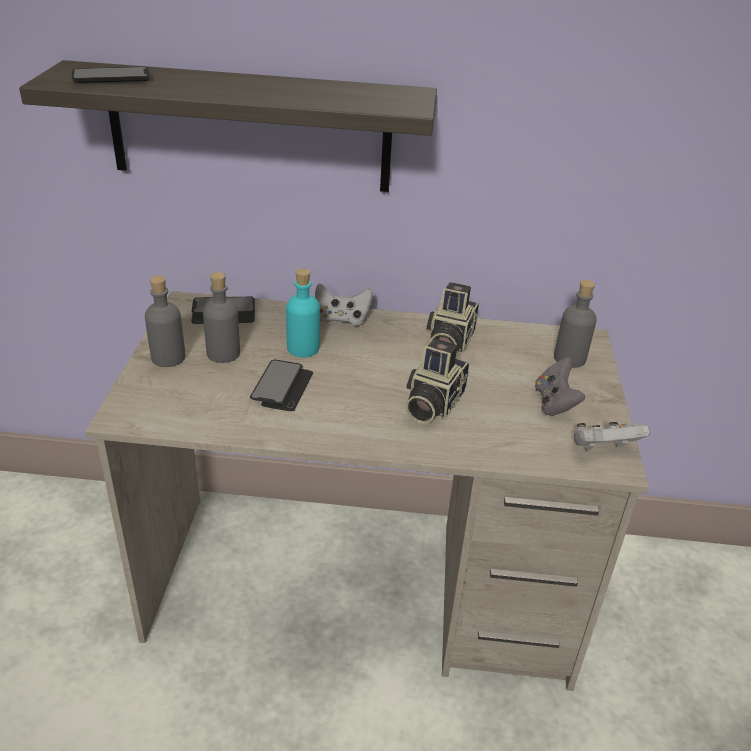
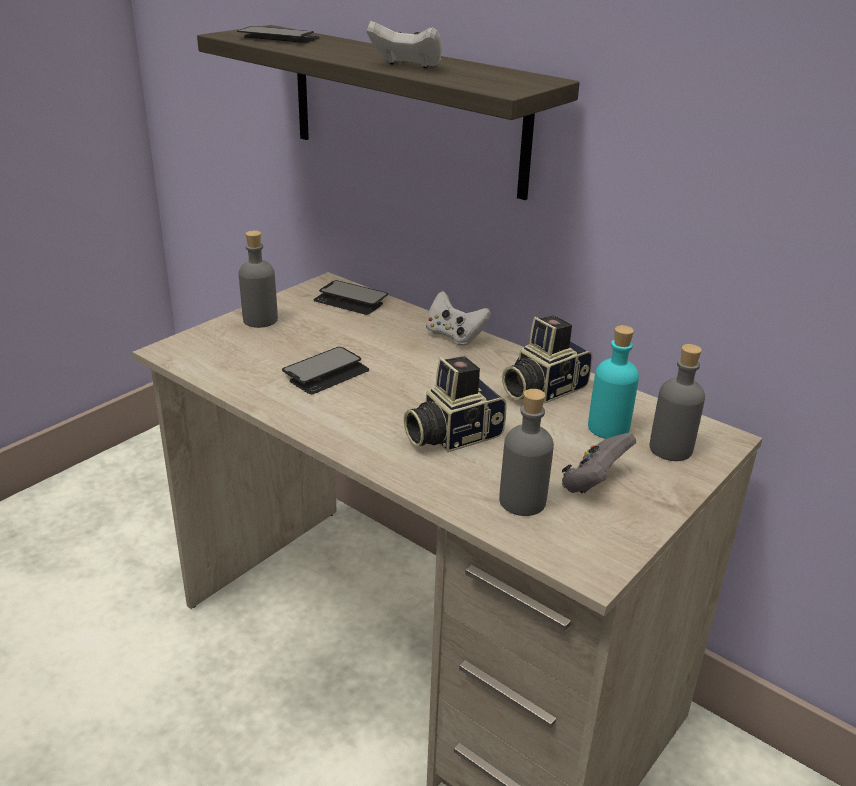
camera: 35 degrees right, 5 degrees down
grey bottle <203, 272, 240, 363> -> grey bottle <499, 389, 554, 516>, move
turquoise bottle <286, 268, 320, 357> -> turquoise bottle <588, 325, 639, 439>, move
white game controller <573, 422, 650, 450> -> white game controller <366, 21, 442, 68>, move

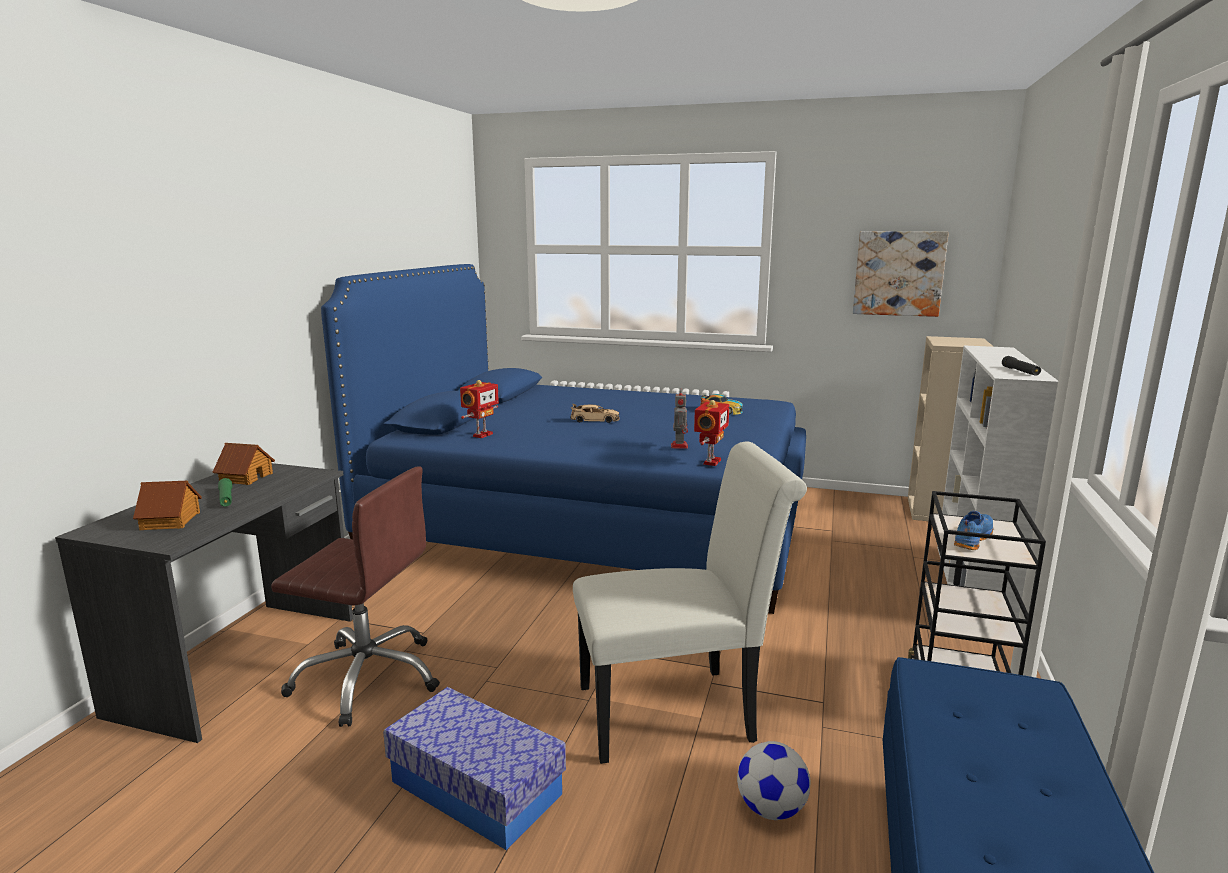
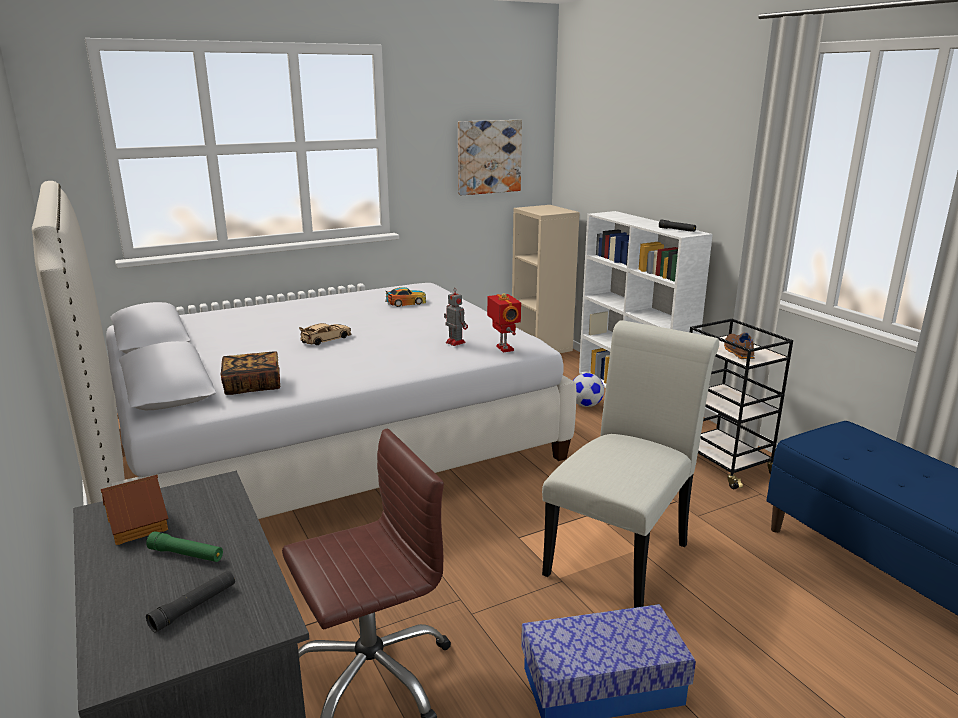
camera: 45 degrees left, 5 degrees up
toy house <133, 481, 202, 530> -> black flashlight <146, 571, 235, 633>
blue bed <321, 264, 806, 614> -> white bed <32, 181, 576, 519>
toy robot <460, 380, 499, 438> -> book <221, 351, 280, 395>
football <737, 741, 810, 820> -> football <573, 373, 604, 407>, move
blue shoe <954, 511, 993, 550> -> brown shoe <724, 332, 755, 359>

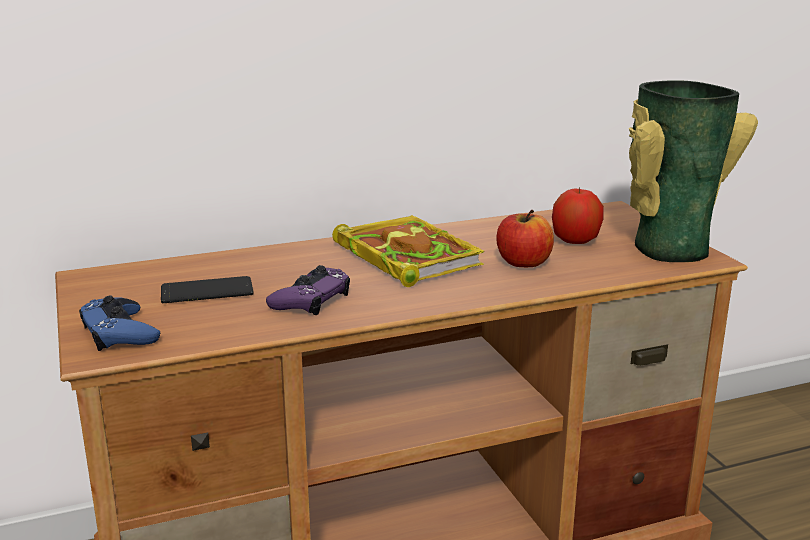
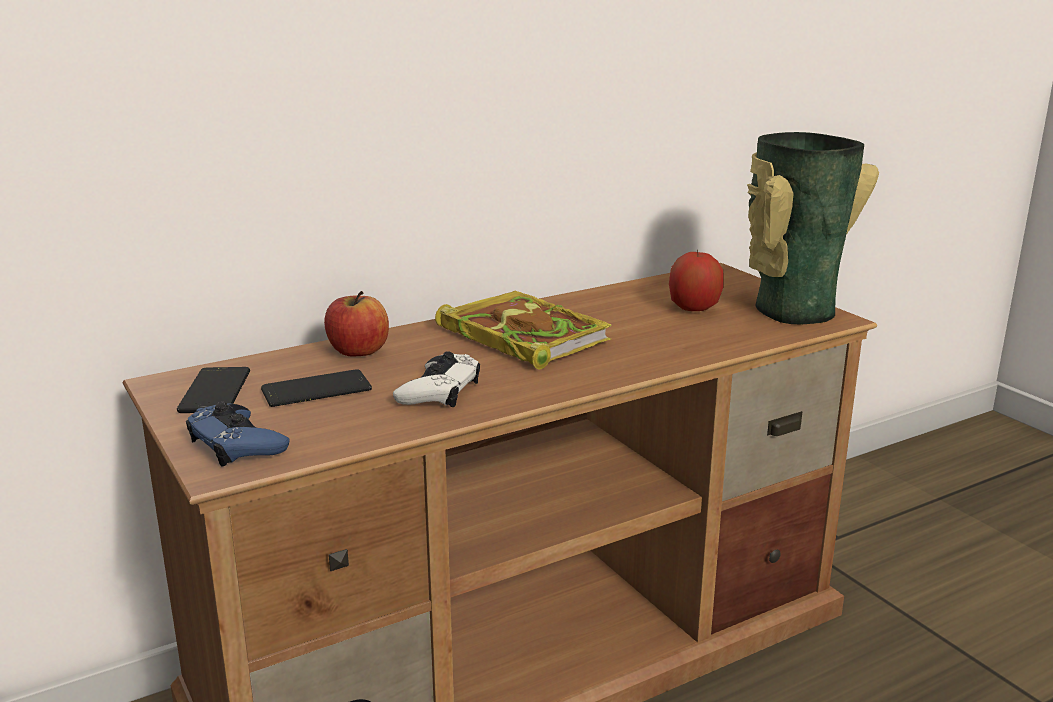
camera: 10 degrees left, 0 degrees up
purple game controller <266, 265, 350, 315> -> white game controller <393, 351, 480, 407>
apple <496, 210, 554, 267> -> apple <324, 291, 389, 357>, move
none -> phone <177, 367, 250, 413>

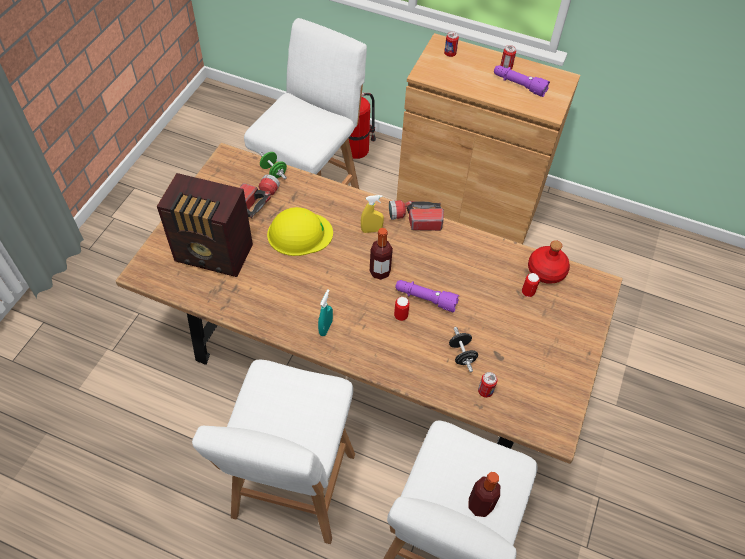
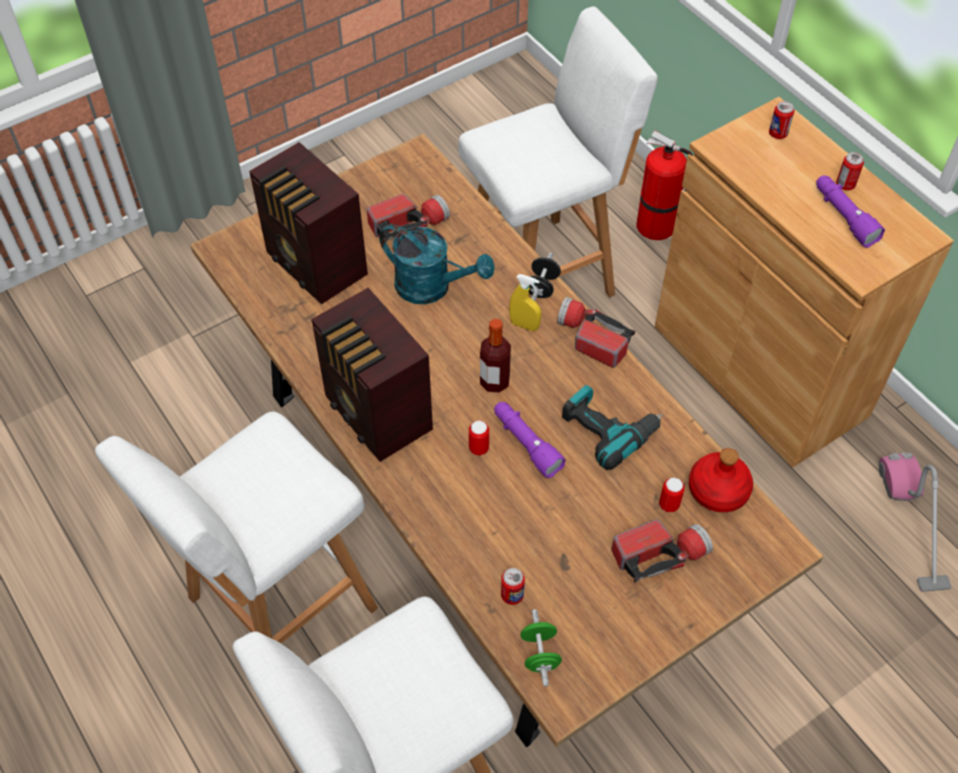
camera: 35 degrees right, 0 degrees up
green dumbbell <259, 152, 287, 179> -> green dumbbell <520, 609, 562, 687>, move
yellow hard hat <267, 207, 333, 256> -> turquoise watering can <379, 224, 495, 304>
turquoise spray bottle <318, 289, 333, 336> -> radio <311, 288, 433, 462>
black dumbbell <449, 327, 478, 372> -> black dumbbell <529, 253, 561, 301>, move
bottle <468, 472, 500, 517> -> none
none -> power drill <562, 385, 663, 470>
none -> flashlight <611, 519, 713, 583>
none -> vacuum cleaner <879, 453, 952, 592>

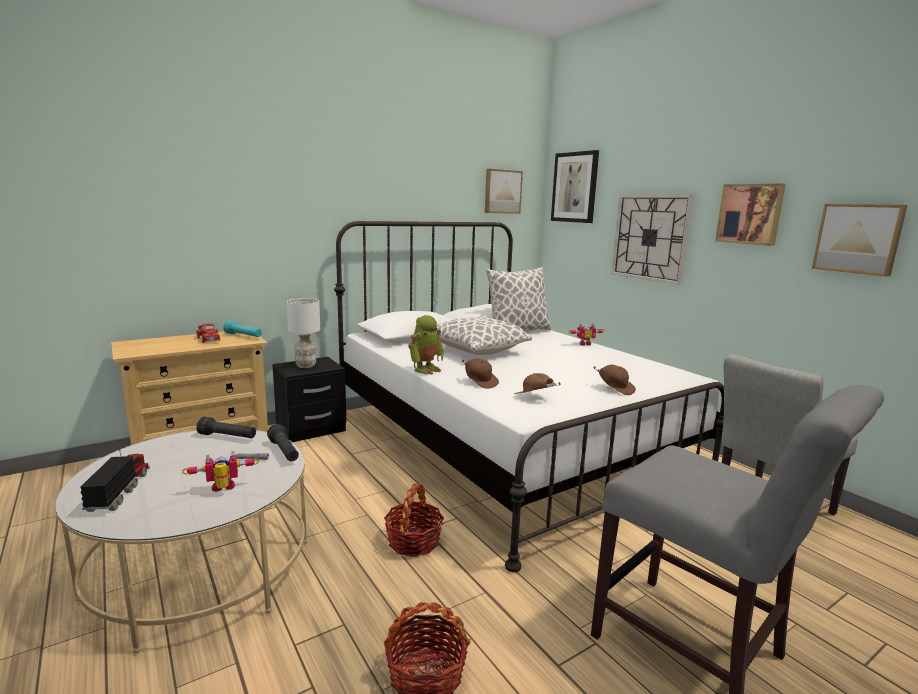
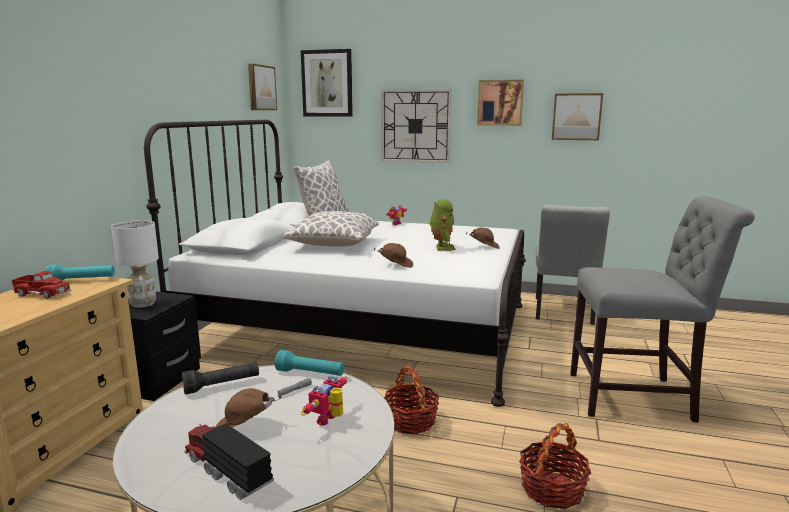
camera: 40 degrees left, 0 degrees up
black flashlight <267, 424, 299, 461> -> turquoise flashlight <275, 350, 344, 376>
toy robot <408, 315, 444, 375> -> toy robot <429, 199, 456, 251>, move
brown cap <514, 373, 561, 394> -> brown cap <215, 388, 282, 428>, move

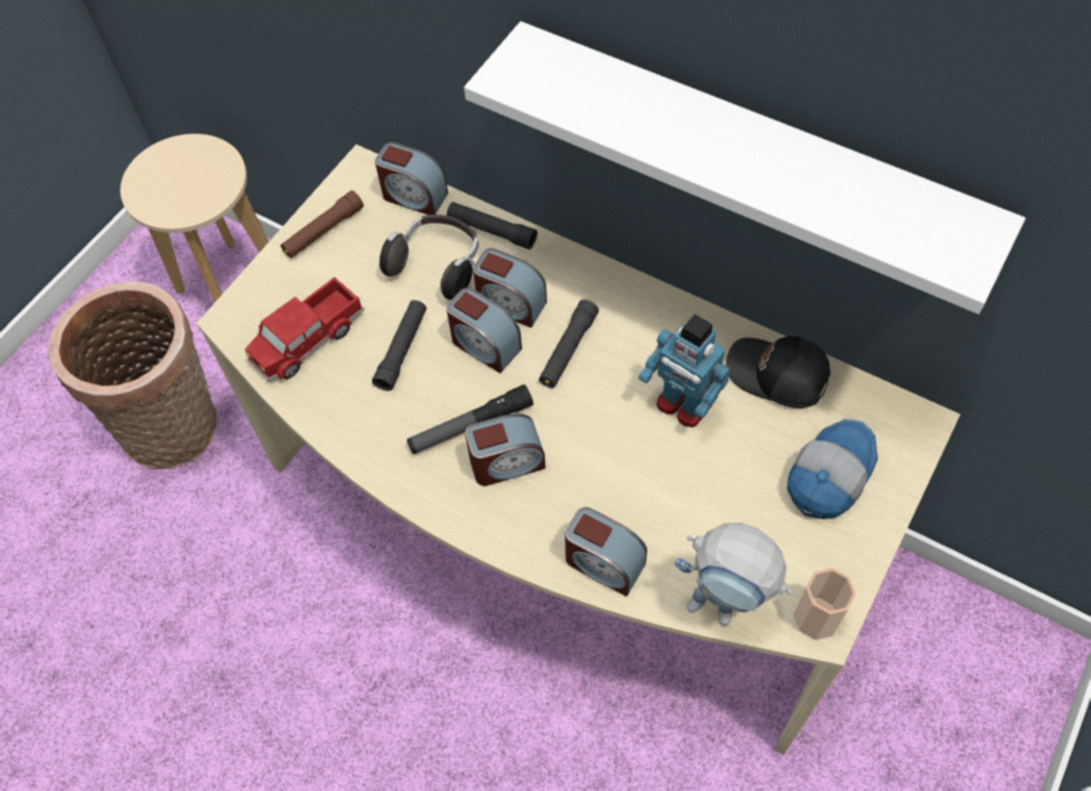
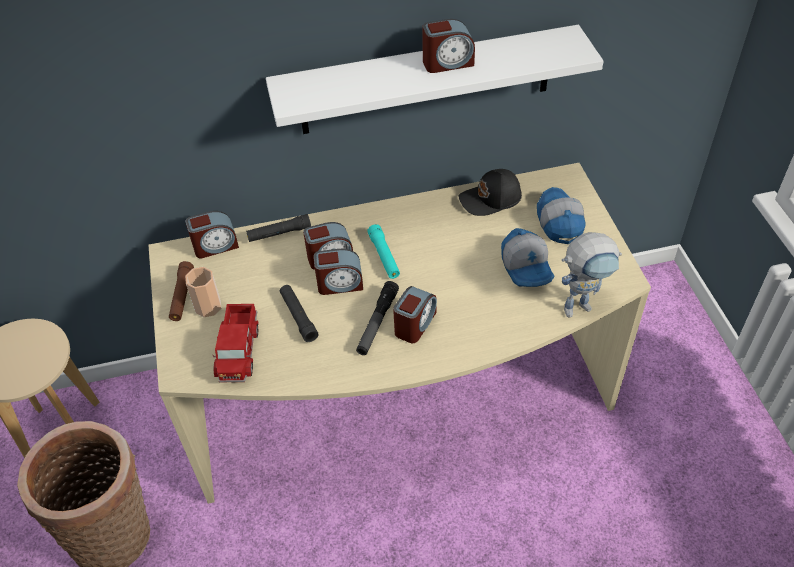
camera: 45 degrees left, 10 degrees down
headphones <379, 215, 479, 300> -> none
black flashlight <539, 300, 599, 388> -> turquoise flashlight <367, 224, 400, 279>
alarm clock <565, 507, 647, 597> -> alarm clock <422, 19, 475, 73>, move
toy robot <638, 314, 731, 427> -> none
cup <793, 568, 856, 640> -> cup <185, 267, 222, 317>, move
none -> cap <501, 228, 555, 287>

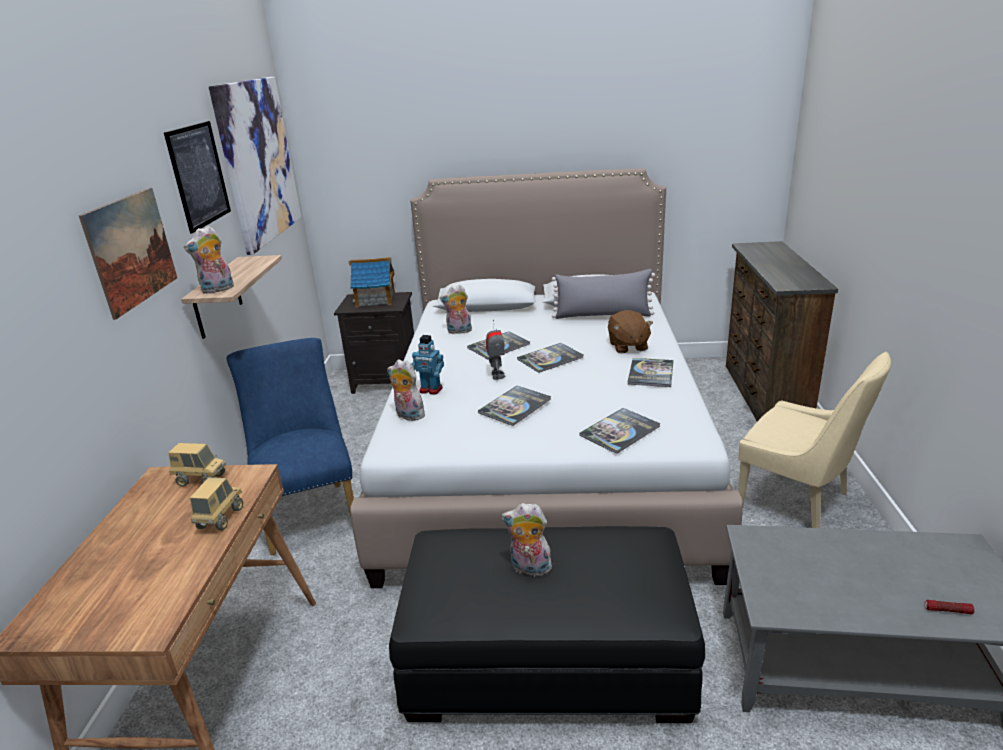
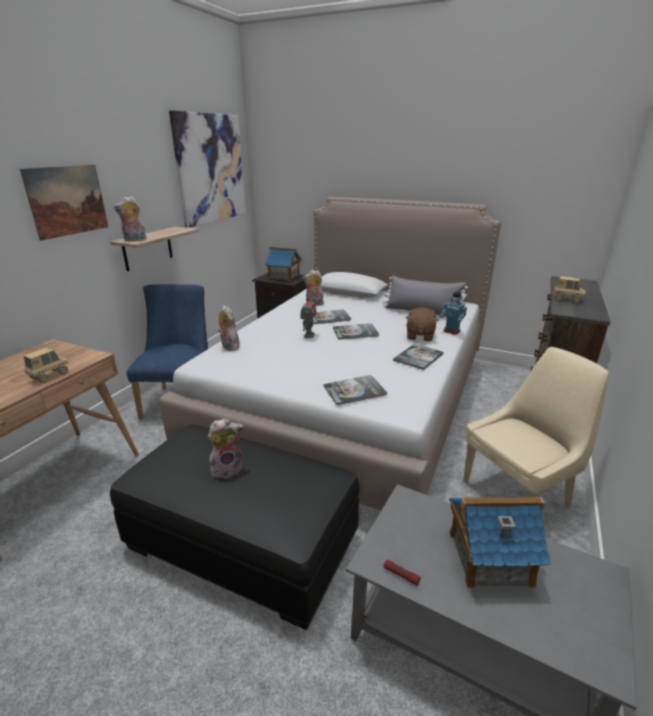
camera: 20 degrees right, 0 degrees up
picture <164, 121, 231, 233> -> none
toy truck <168, 443, 226, 487> -> toy truck <554, 276, 586, 303>, move
toy robot <411, 335, 444, 395> -> toy robot <440, 292, 467, 335>, move
book <478, 386, 551, 426> -> none
plush toy <501, 503, 554, 579> -> plush toy <208, 418, 244, 478>, 120 degrees clockwise
beige chair <738, 352, 891, 528> -> beige chair <463, 347, 609, 508>, 90 degrees counterclockwise
flashlight <925, 600, 974, 614> -> flashlight <384, 560, 420, 586>, move
none -> toy house <449, 497, 551, 588>

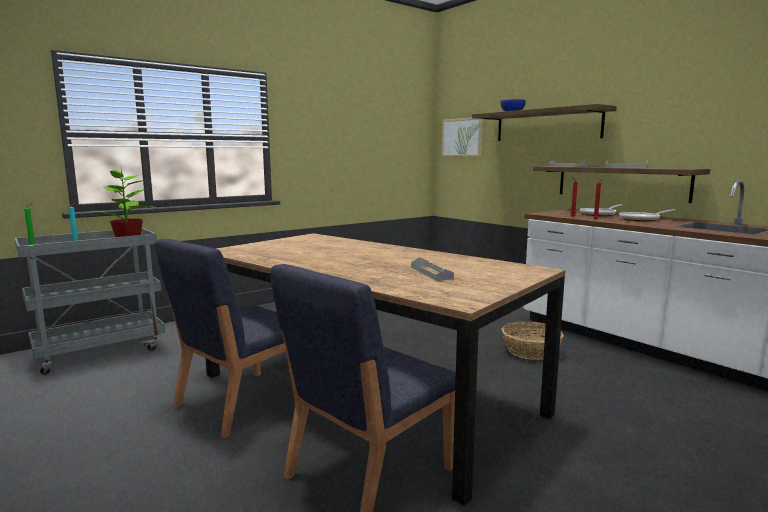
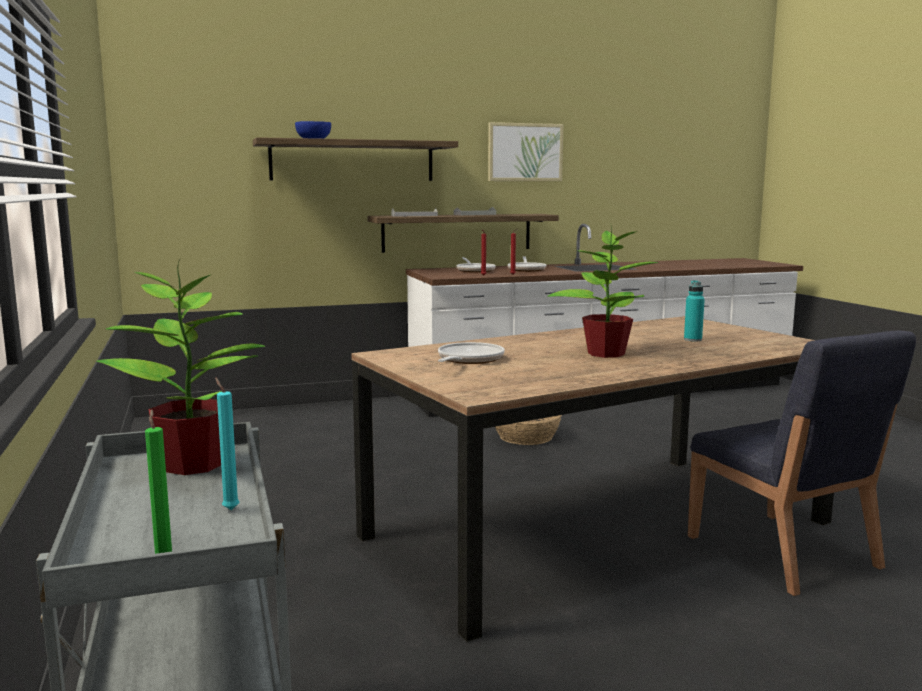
camera: 70 degrees left, 0 degrees up
blue chair <155, 239, 286, 439> -> none
grey tray <411, 257, 454, 281> -> turquoise bottle <684, 280, 705, 342>
picture <442, 118, 483, 157> -> picture <488, 122, 563, 181>, move
none -> frying pan <438, 342, 504, 364>
none -> potted plant <547, 226, 659, 358>

